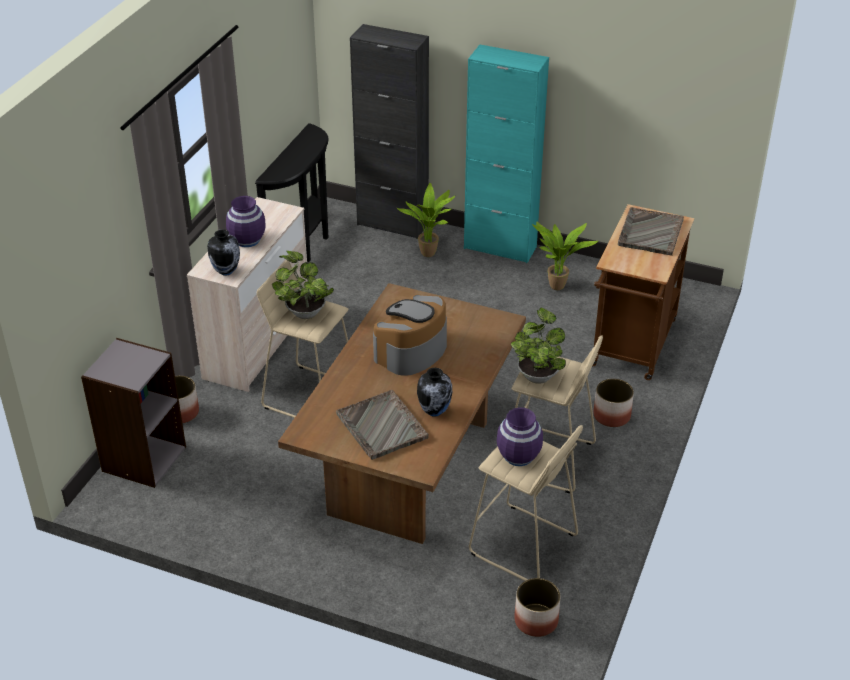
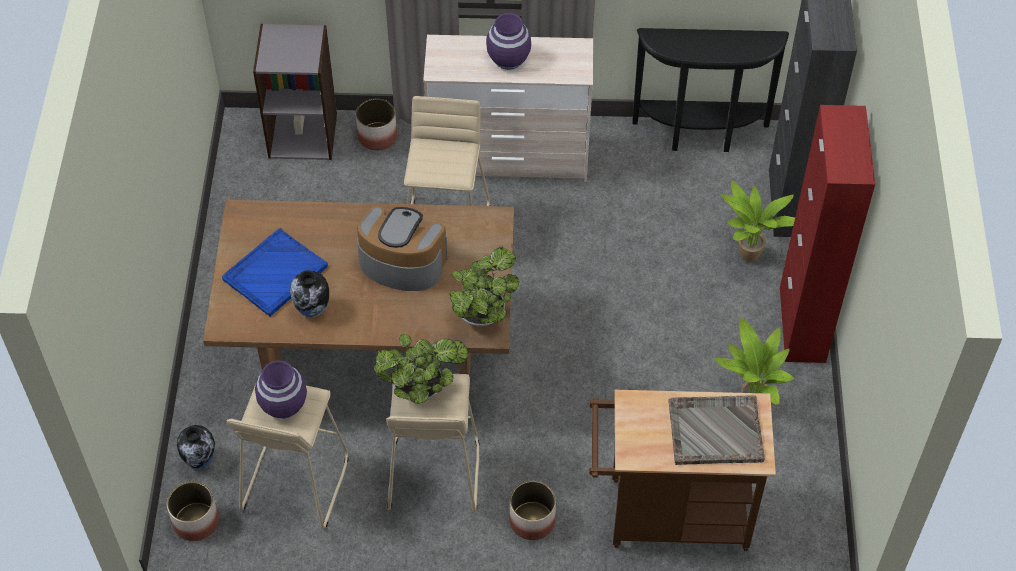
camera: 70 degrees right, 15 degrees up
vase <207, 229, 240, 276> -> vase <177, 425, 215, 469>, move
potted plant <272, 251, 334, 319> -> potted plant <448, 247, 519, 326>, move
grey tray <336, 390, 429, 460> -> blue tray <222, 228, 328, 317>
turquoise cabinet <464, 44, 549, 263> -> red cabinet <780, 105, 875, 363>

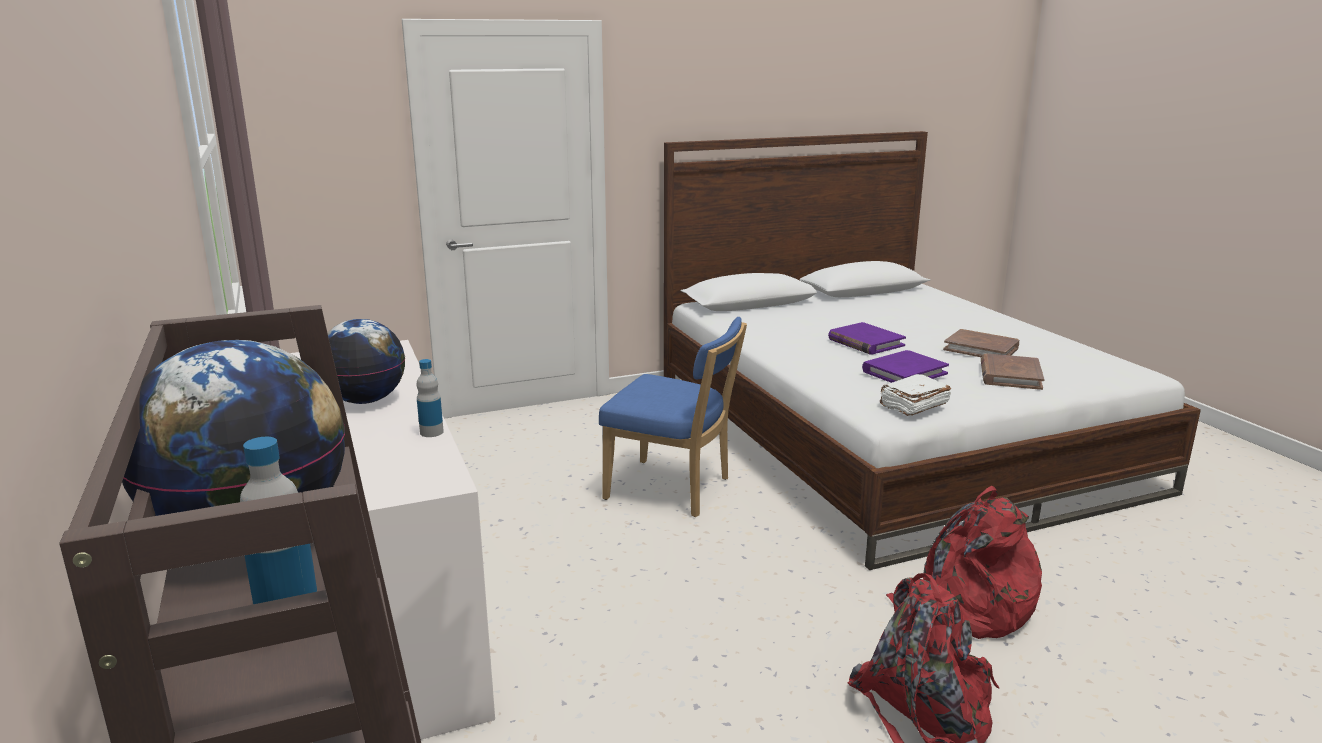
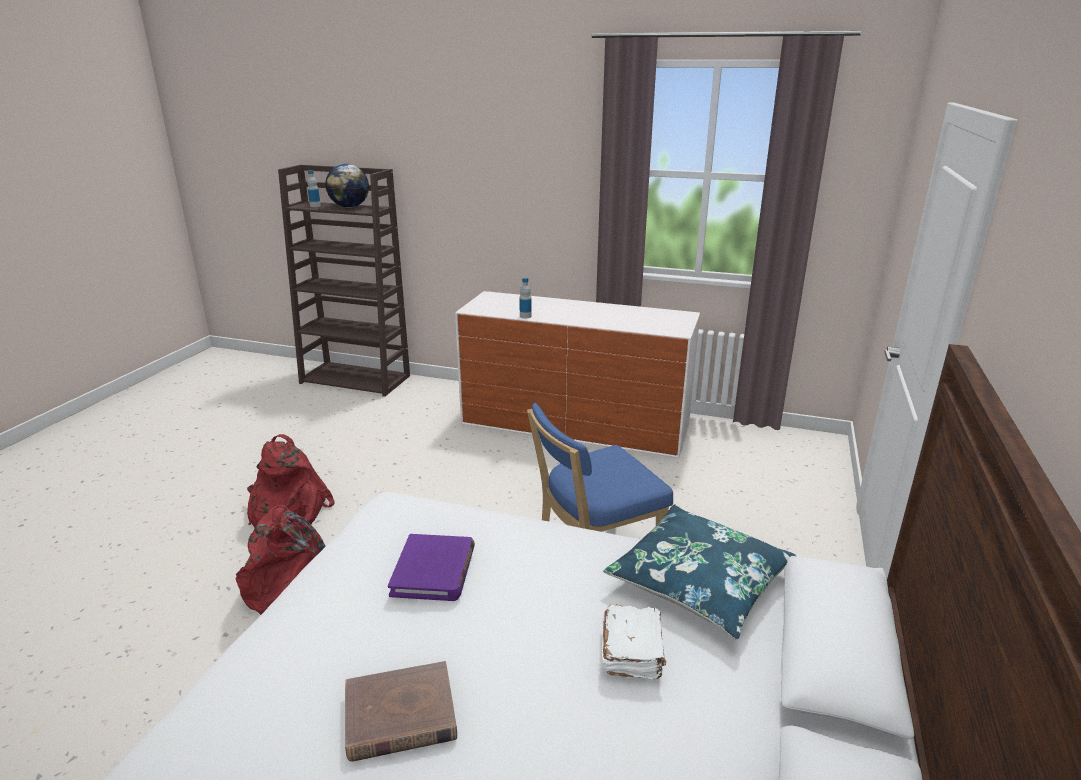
camera: 130 degrees right, 5 degrees up
globe <327, 319, 405, 404> -> none
purple book <828, 322, 906, 355> -> none
white book <879, 374, 951, 417> -> white book <602, 604, 666, 680>, move
brown book <981, 354, 1045, 390> -> none
none -> blue pillow <603, 505, 796, 640>

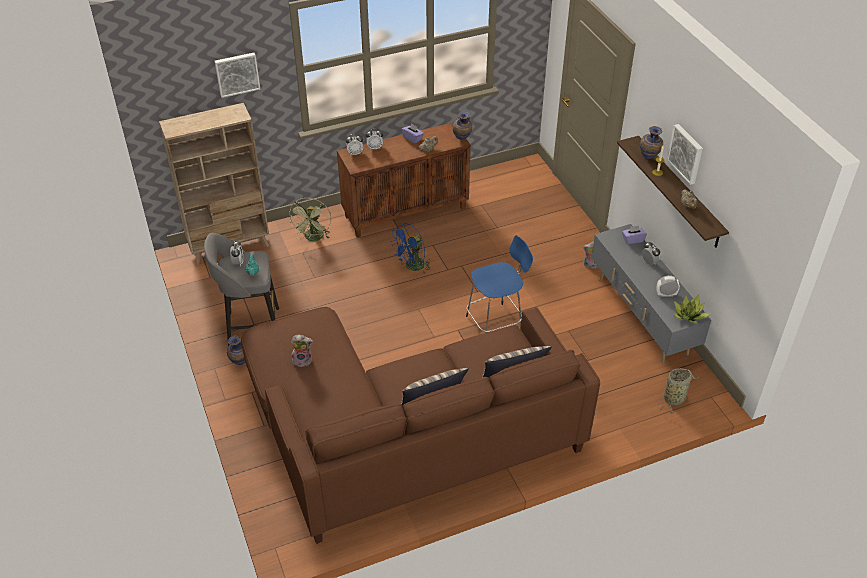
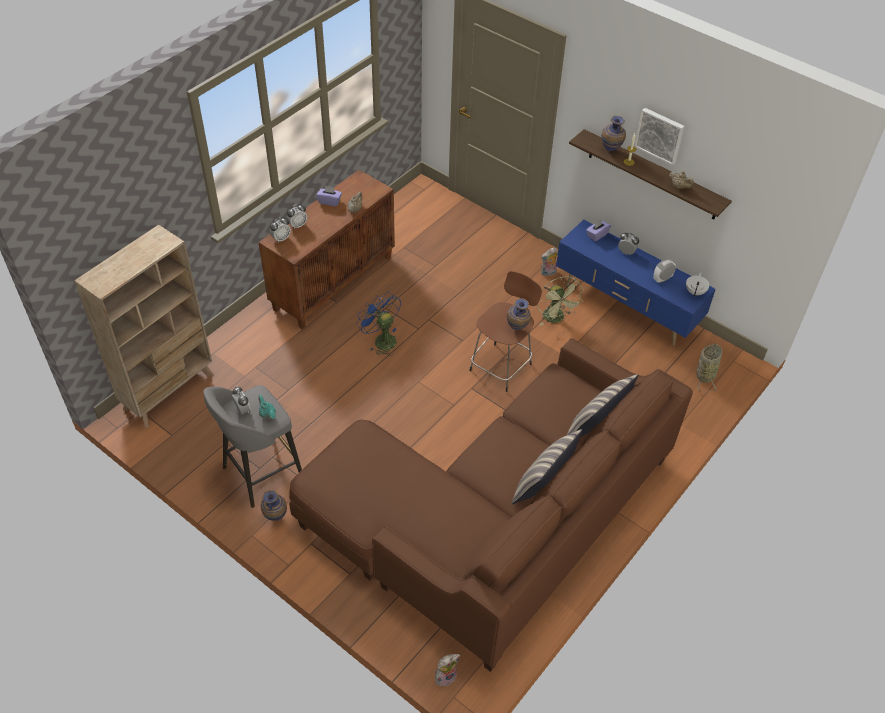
camera: 30 degrees left, 5 degrees up
picture <215, 53, 260, 98> -> none
green fan <289, 198, 332, 241> -> green fan <537, 276, 584, 326>, move
plush toy <291, 335, 313, 367> -> plush toy <435, 654, 460, 686>, move
blue fan <391, 223, 431, 274> -> blue fan <357, 292, 401, 356>, 120 degrees clockwise
vase <453, 111, 472, 140> -> vase <507, 298, 531, 330>, move
blue stool <466, 235, 533, 333> -> brown stool <469, 271, 542, 392>
grey tv stand <591, 224, 711, 363> -> blue tv stand <556, 220, 716, 346>
potted plant <673, 295, 711, 324> -> white teapot <686, 272, 710, 297>

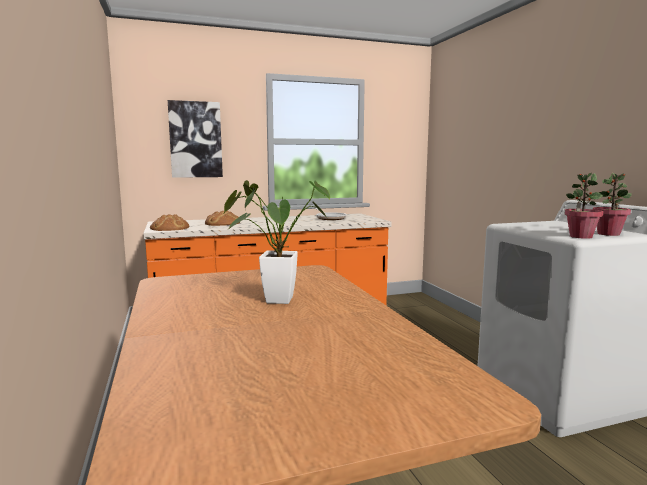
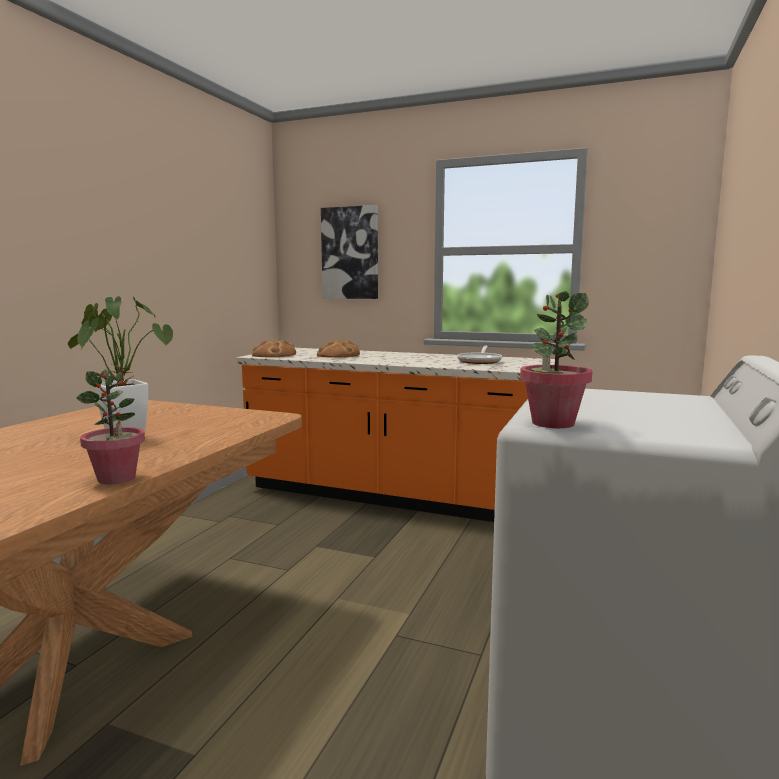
camera: 40 degrees right, 0 degrees up
potted plant <593, 172, 632, 236> -> potted plant <76, 370, 145, 484>, move

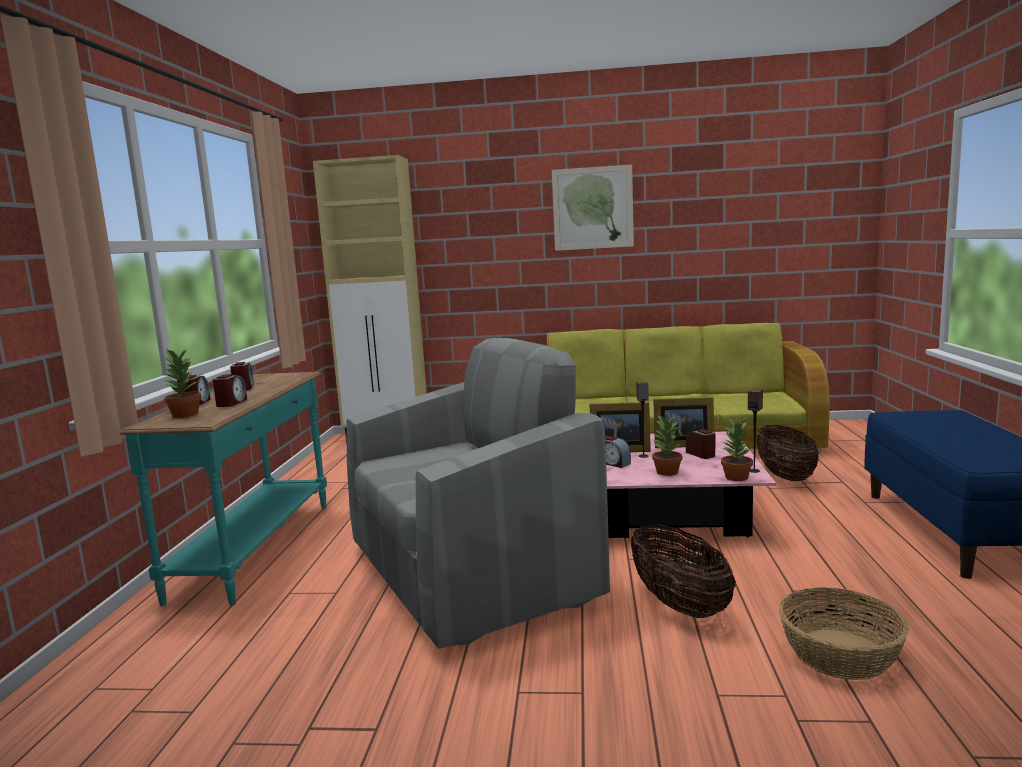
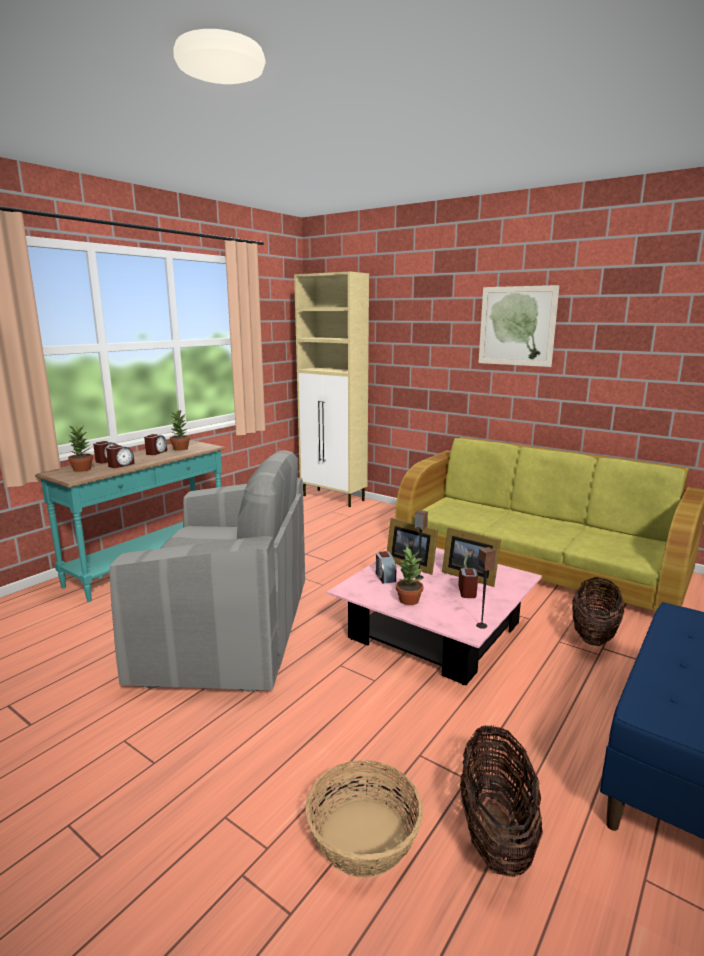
camera: 30 degrees right, 5 degrees up
basket <631, 524, 736, 618> -> basket <460, 725, 543, 877>, move
potted plant <721, 417, 753, 481> -> potted plant <170, 410, 190, 451>, move

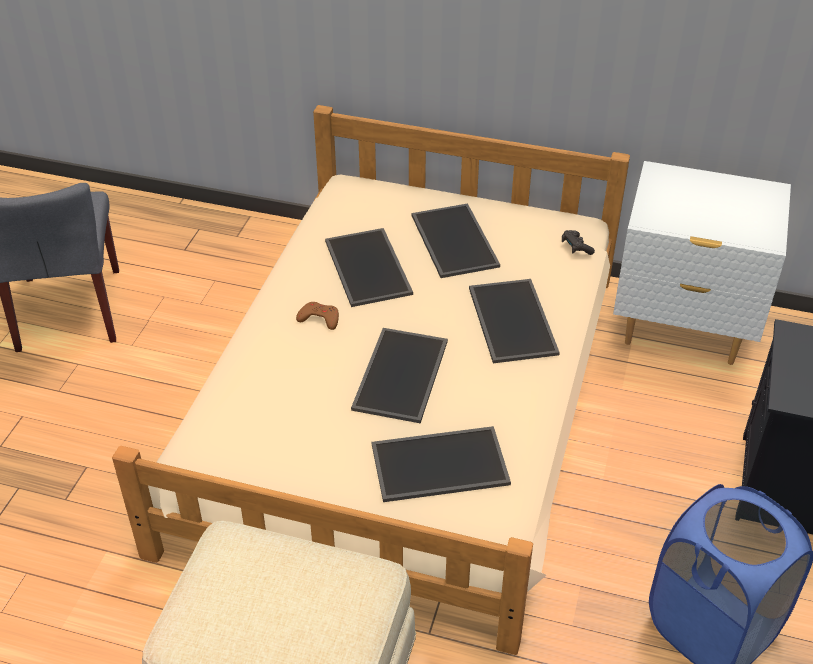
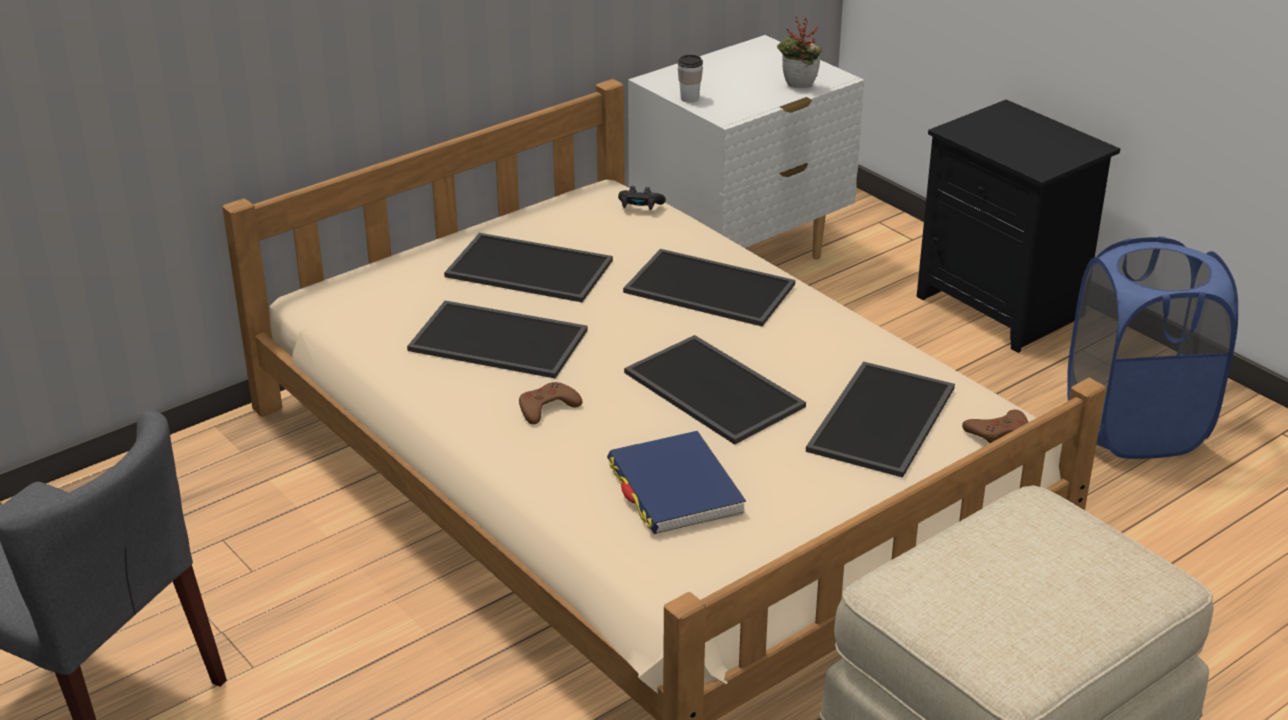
camera: 55 degrees left, 10 degrees down
none -> blue book <607, 431, 746, 534>
none -> cup <678, 55, 703, 103>
none -> potted plant <777, 16, 822, 88>
none -> brown game controller <962, 410, 1028, 443>

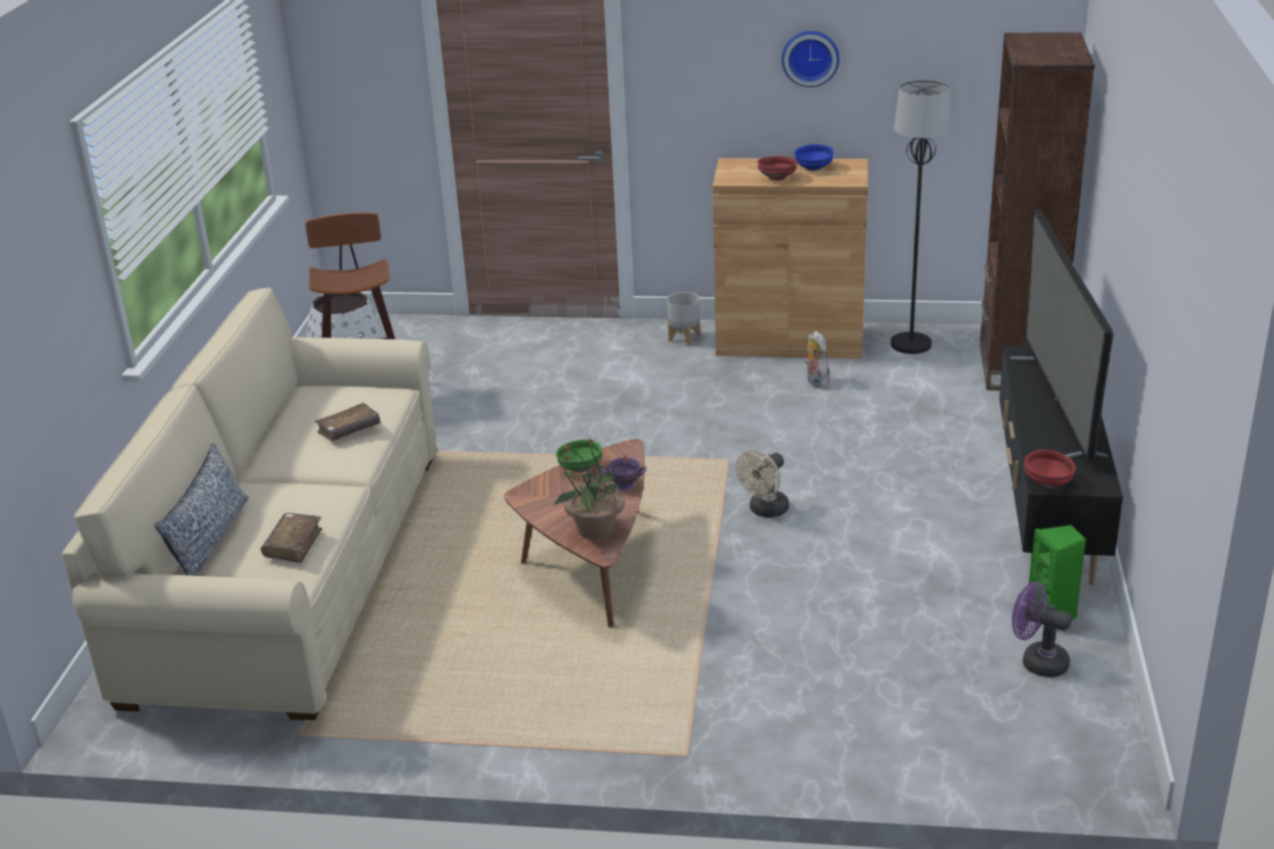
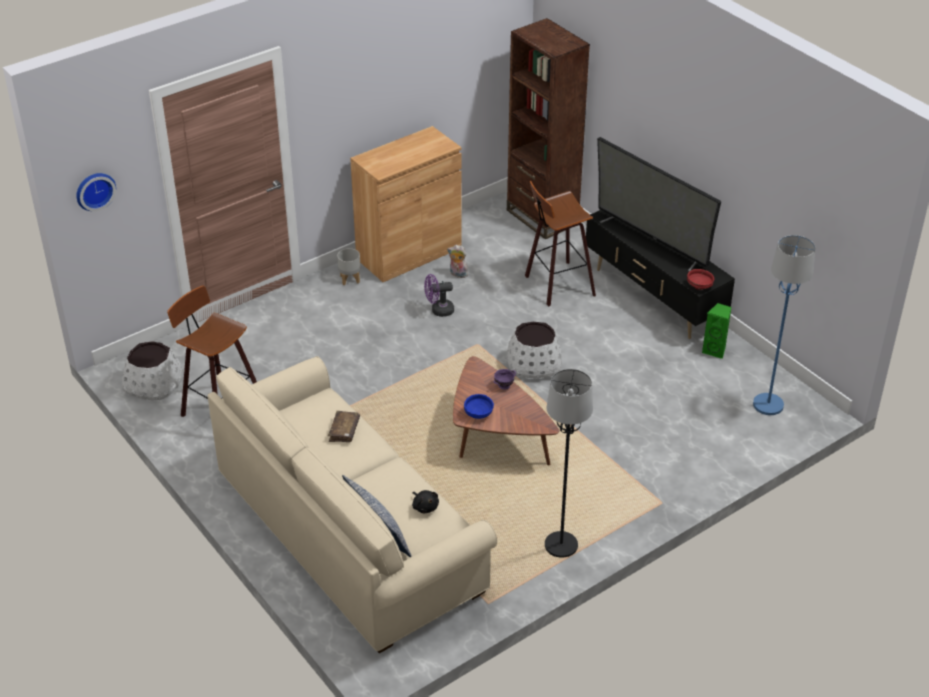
camera: 45 degrees left, 10 degrees up
brown book <261, 513, 322, 563> -> black plush toy <412, 490, 439, 514>
potted plant <553, 437, 630, 540> -> none
green bowl <556, 440, 602, 473> -> none
beige fan <736, 450, 789, 518> -> white planter <507, 322, 562, 379>
red bowl <757, 156, 797, 180> -> none
wall clock <782, 31, 839, 87> -> wall clock <77, 173, 116, 211>, move
blue bowl <794, 144, 834, 171> -> blue bowl <464, 394, 494, 419>, move
black floor lamp <891, 80, 951, 354> -> black floor lamp <545, 369, 593, 558>, move
purple fan <1012, 582, 1072, 678> -> purple fan <424, 274, 454, 317>, move
none -> stool <525, 181, 596, 306>
none -> blue floor lamp <753, 235, 815, 415>

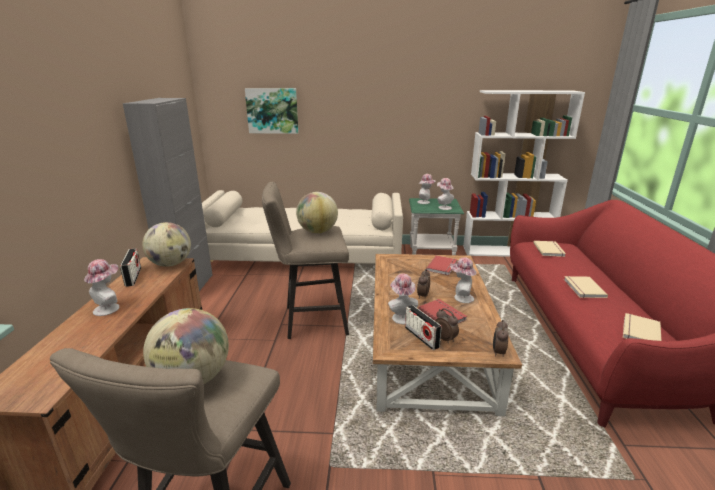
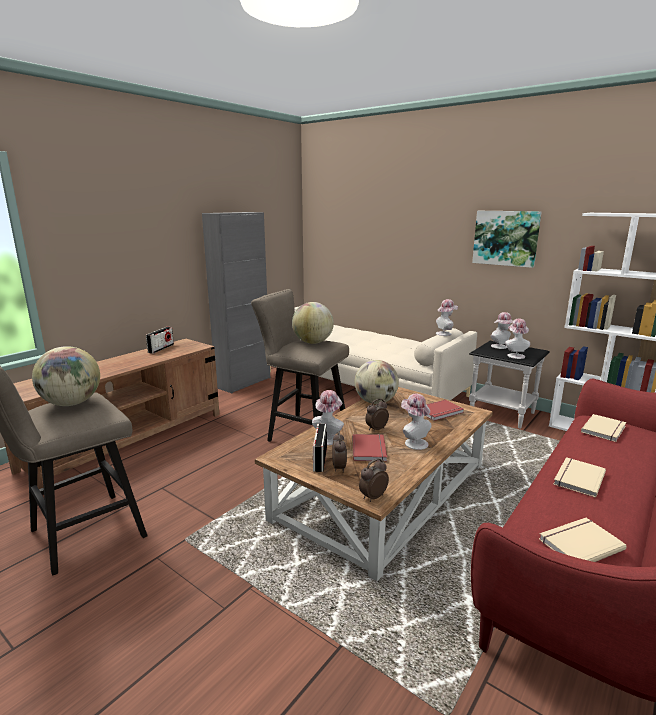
camera: 35 degrees right, 5 degrees down
hat <84, 259, 119, 316> -> hat <436, 299, 458, 336>, move
globe <142, 222, 191, 267> -> globe <354, 360, 399, 404>, move
picture <245, 88, 299, 134> -> picture <472, 211, 542, 268>, move
green side table <409, 198, 464, 255> -> black side table <469, 341, 550, 428>

